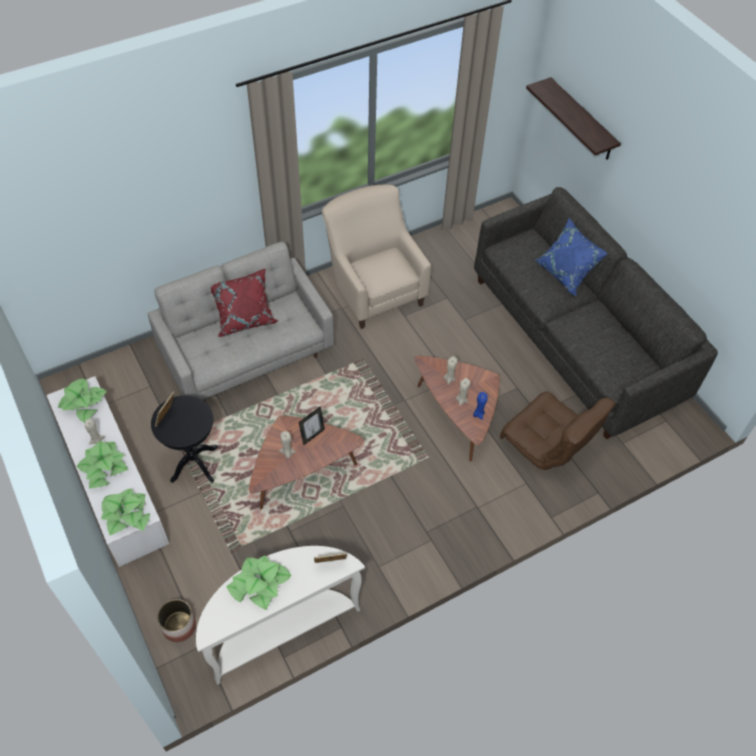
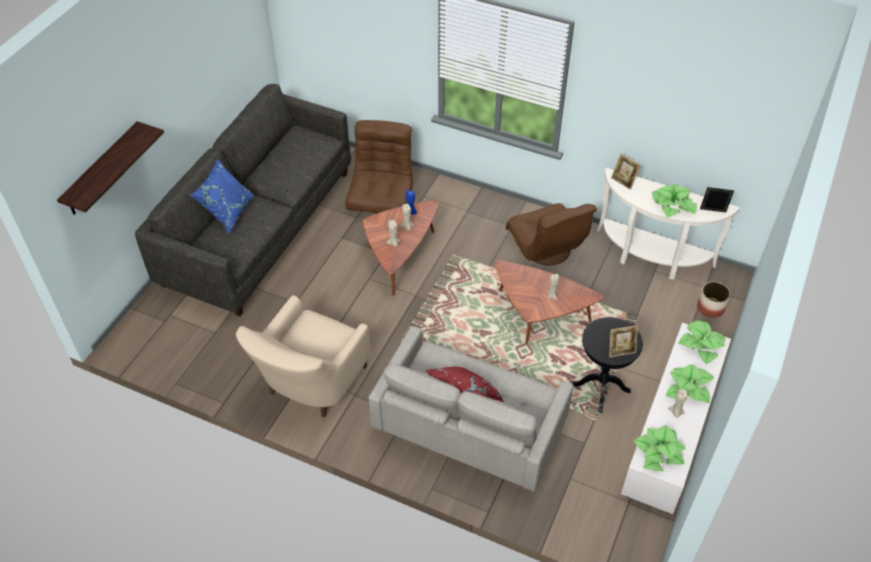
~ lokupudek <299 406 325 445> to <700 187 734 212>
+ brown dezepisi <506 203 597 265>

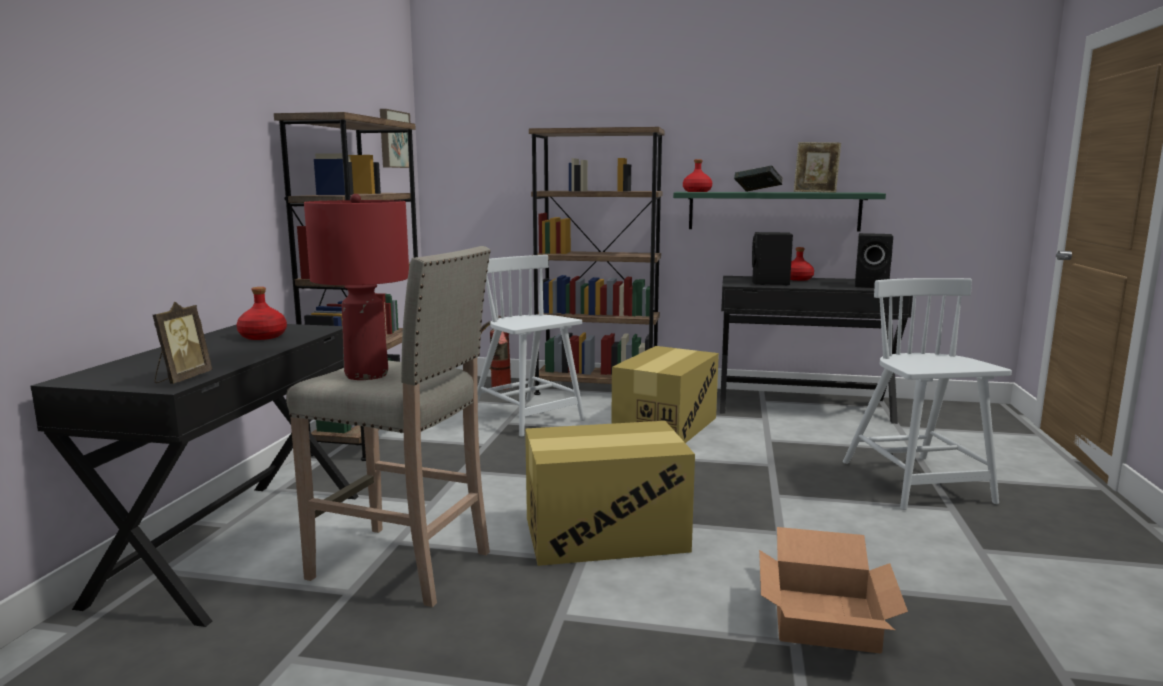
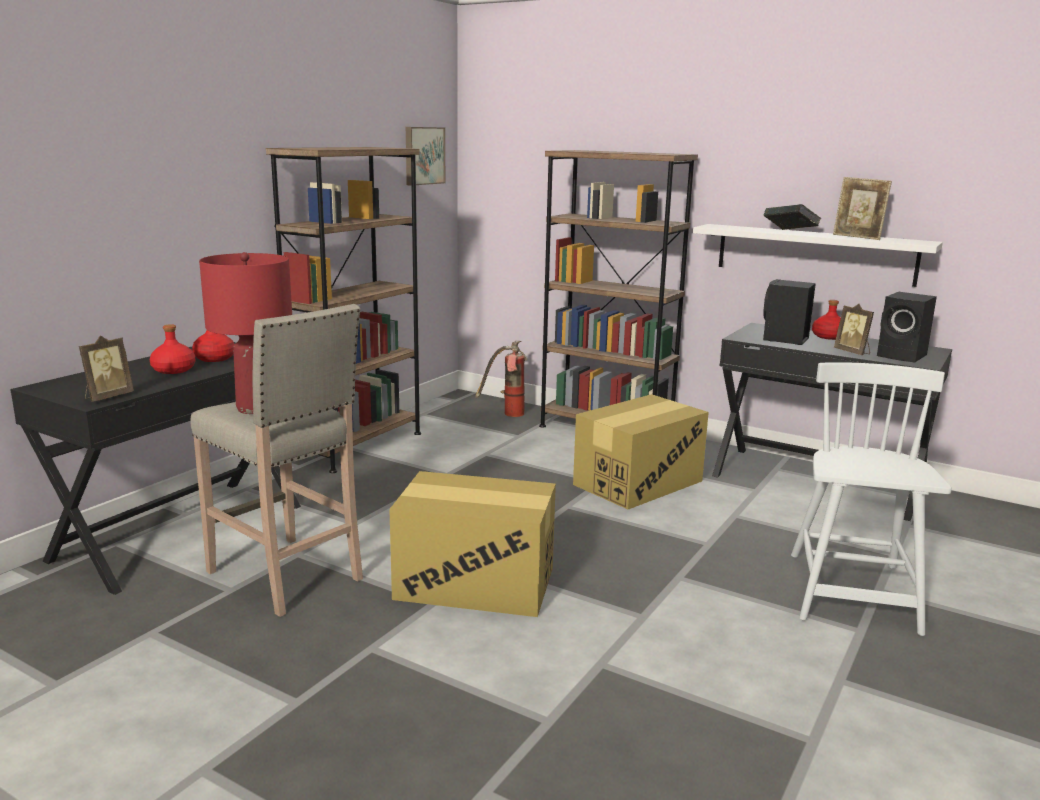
~ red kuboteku <683 159 712 192> to <150 324 195 374>
~ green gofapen <673 192 886 231> to white gofapen <693 224 943 287>
- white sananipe <478 255 585 437>
- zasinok <759 527 908 654>
+ lokupudek <834 304 874 355>

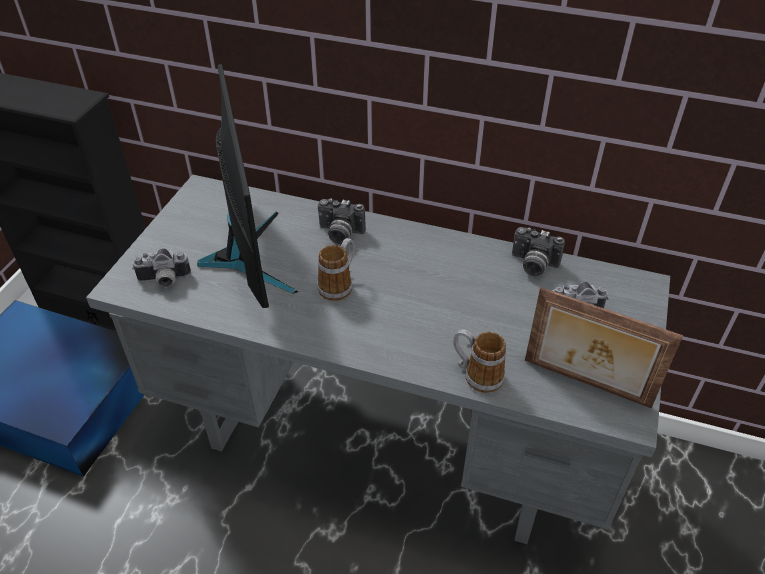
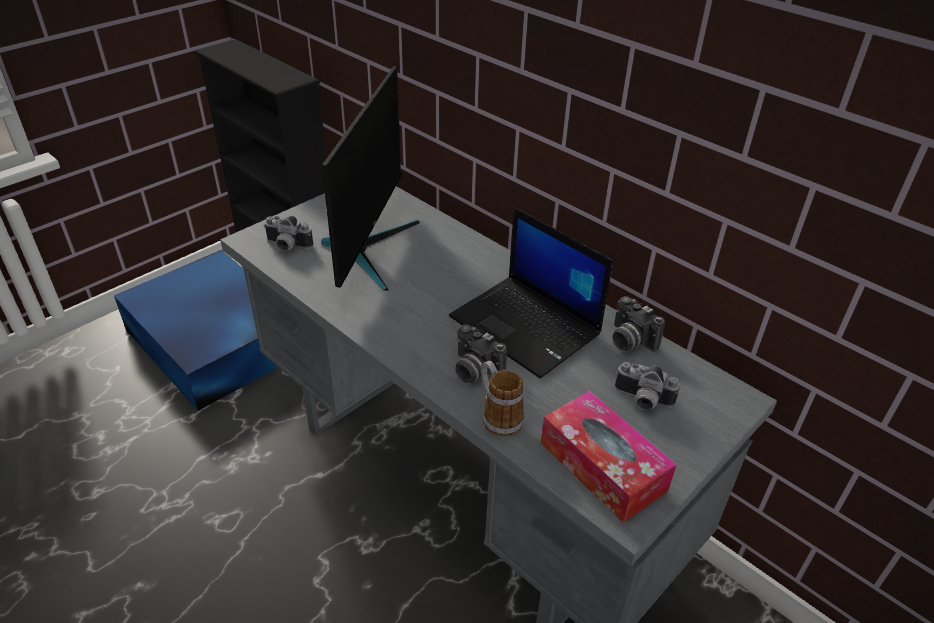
~ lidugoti <318 199 366 244> to <455 325 507 383>
- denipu <317 238 355 301>
~ lokupudek <525 287 683 408> to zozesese <541 391 677 523>
+ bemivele <449 207 613 378>

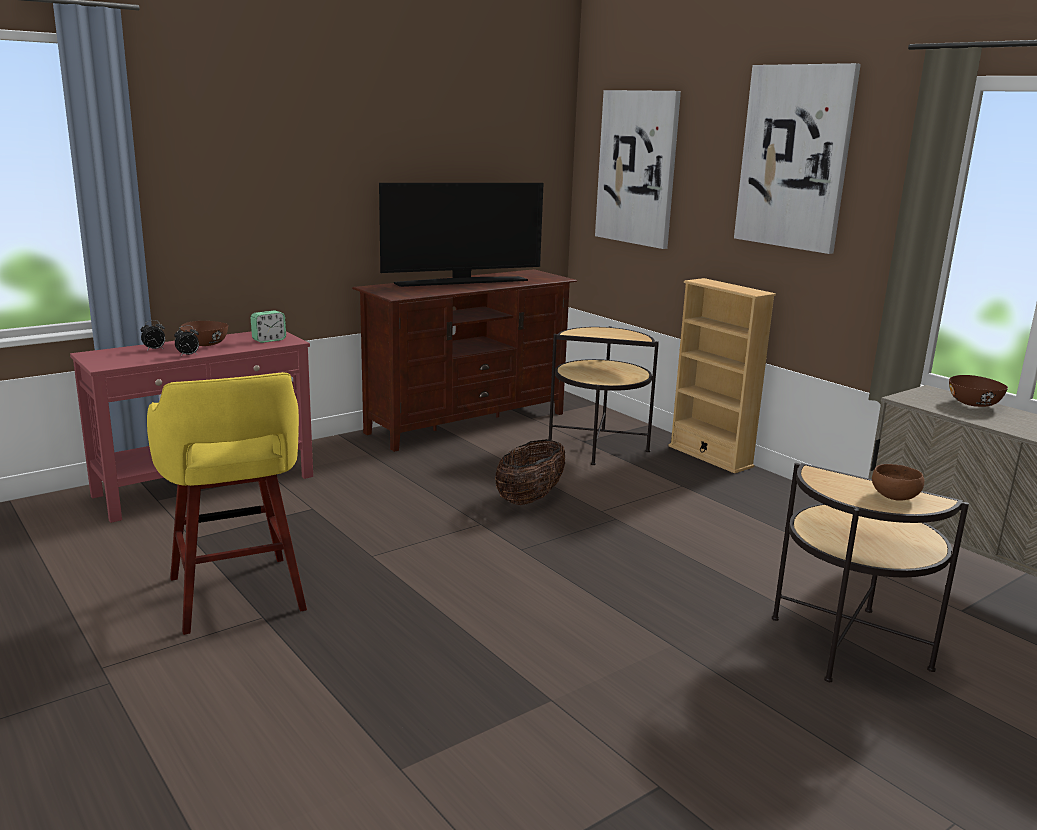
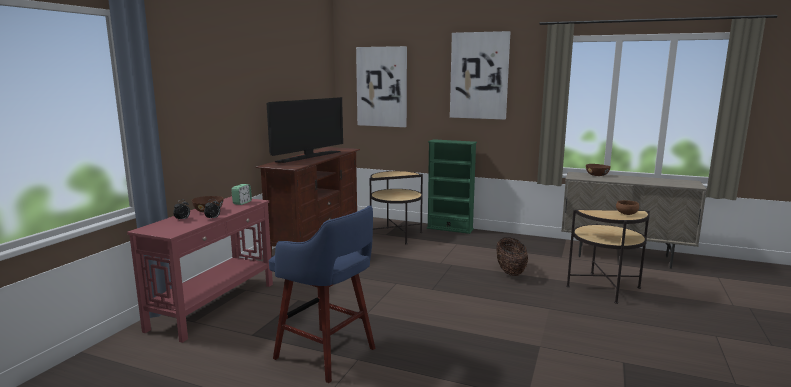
~ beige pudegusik <669 278 776 473> to green pudegusik <427 139 477 234>
~ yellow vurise <147 372 307 635> to blue vurise <269 206 375 383>
~ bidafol <495 439 565 505> to <496 237 528 276>

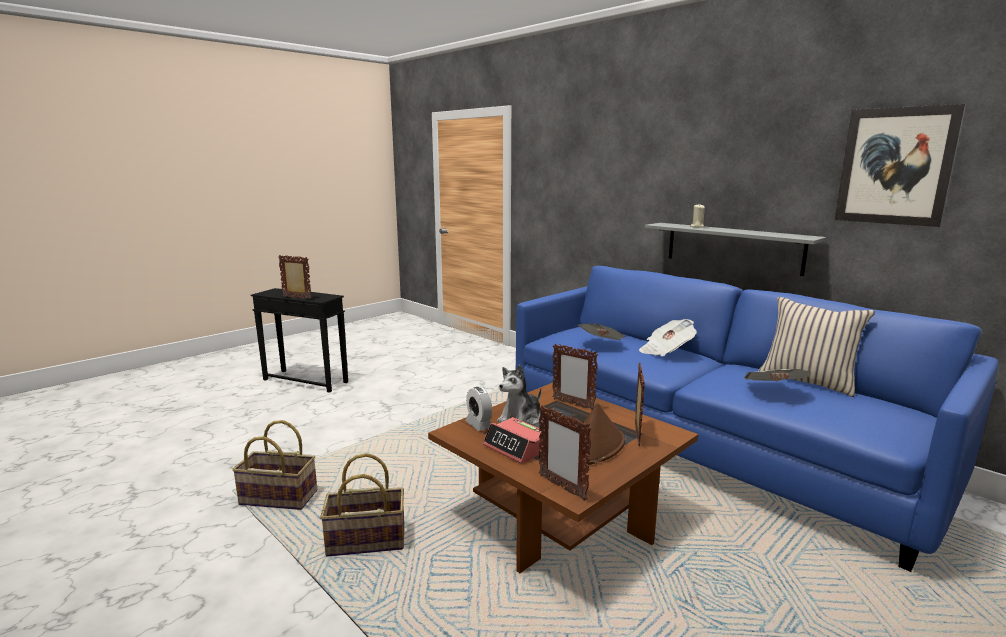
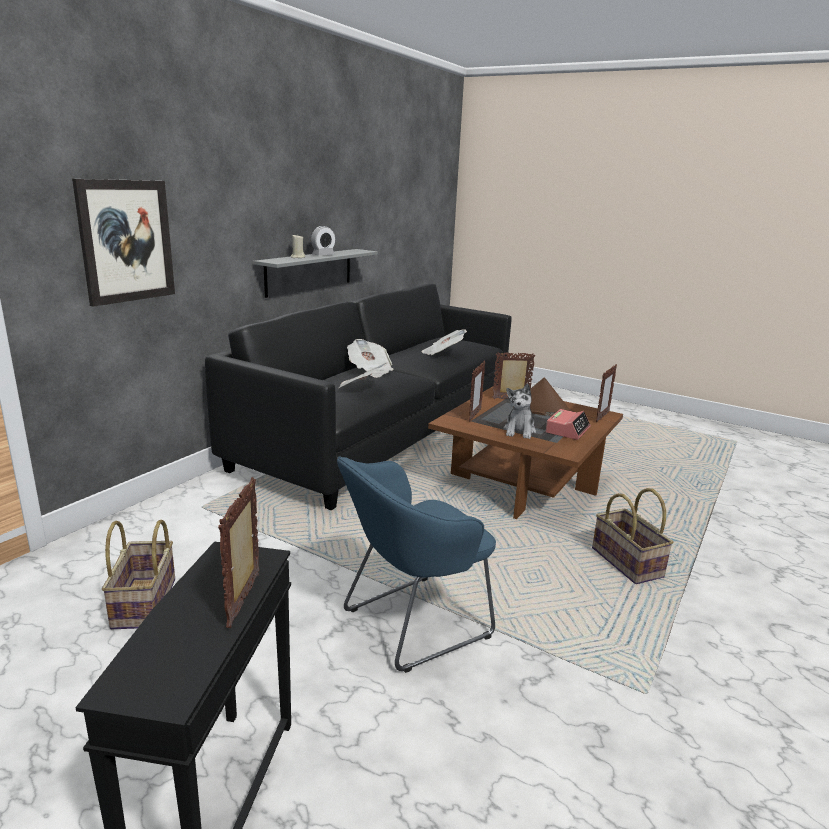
~ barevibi <835 104 966 227> to <72 179 175 307>
~ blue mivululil <515 266 999 572> to black mivululil <205 284 512 510>
- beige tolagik <758 297 875 397>
~ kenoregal <497 365 541 425> = <503 384 536 439> 75 degrees clockwise
~ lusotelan <465 387 492 431> to <311 226 335 256>
~ bidafol <232 420 317 510> to <102 520 175 629>
+ blue dezepisi <337 457 496 673>

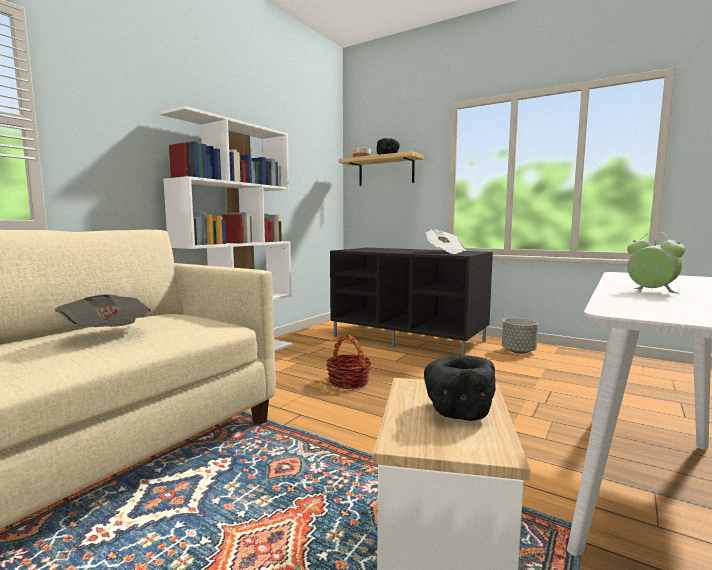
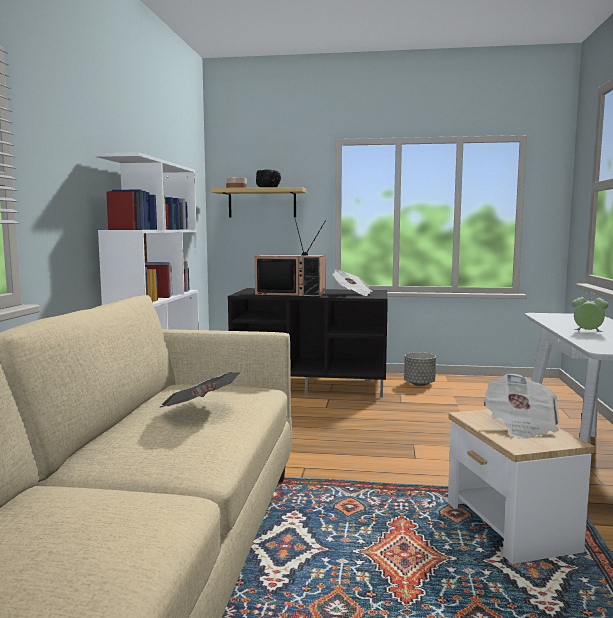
- bidafol <326 335 372 389>
~ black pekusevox <424 355 495 421> to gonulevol <484 374 559 439>
+ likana <255 216 326 297>

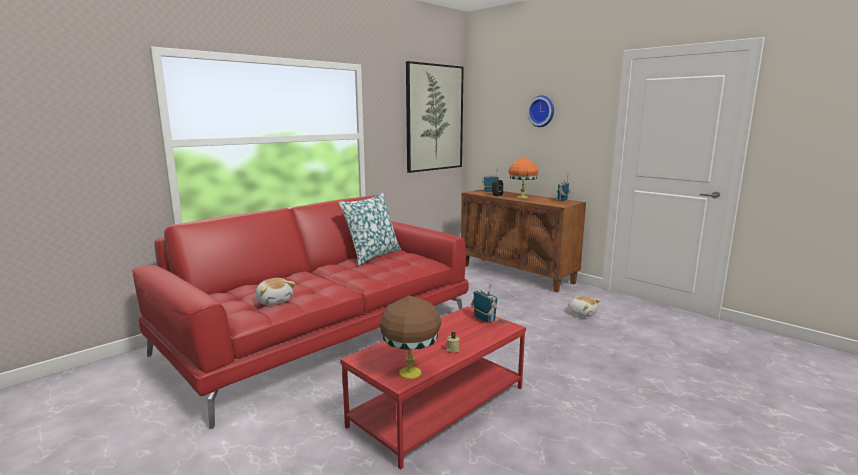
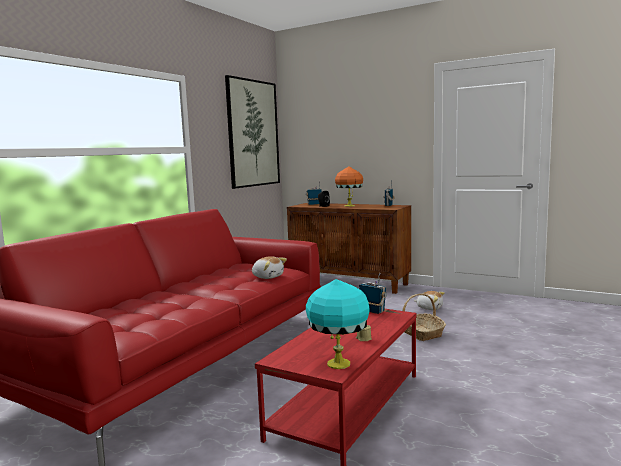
- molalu <527 95 554 127>
- tolagik <339 193 401 266>
~ kenoregal <256 278 295 305> to <252 256 287 279>
~ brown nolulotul <380 295 441 379> to turquoise nolulotul <306 279 369 369>
+ bidafol <402 293 446 341>

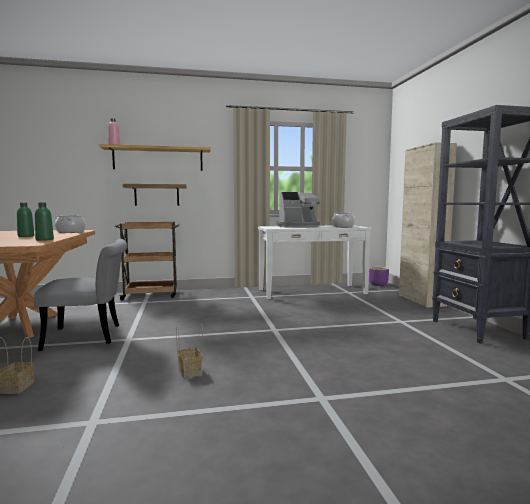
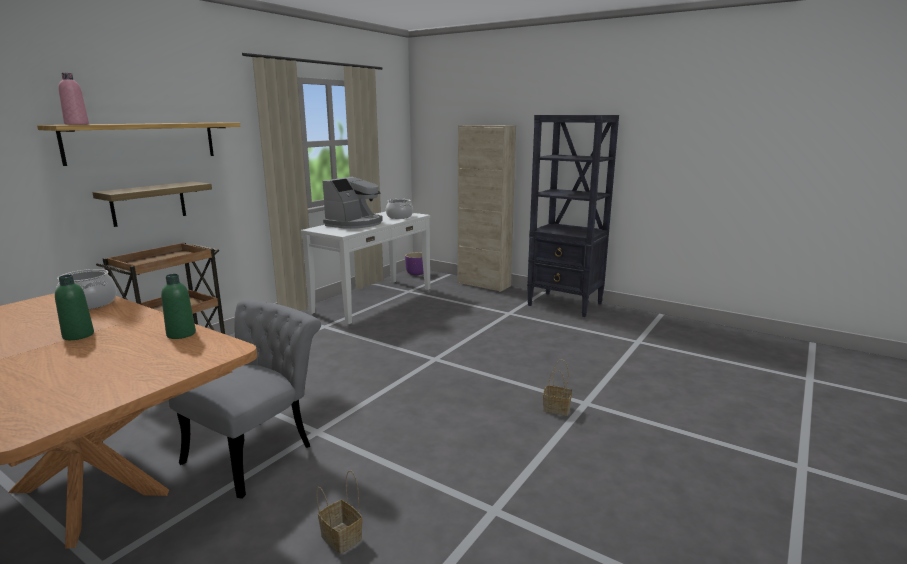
~ bidafol <176 324 203 378> to <543 360 572 416>

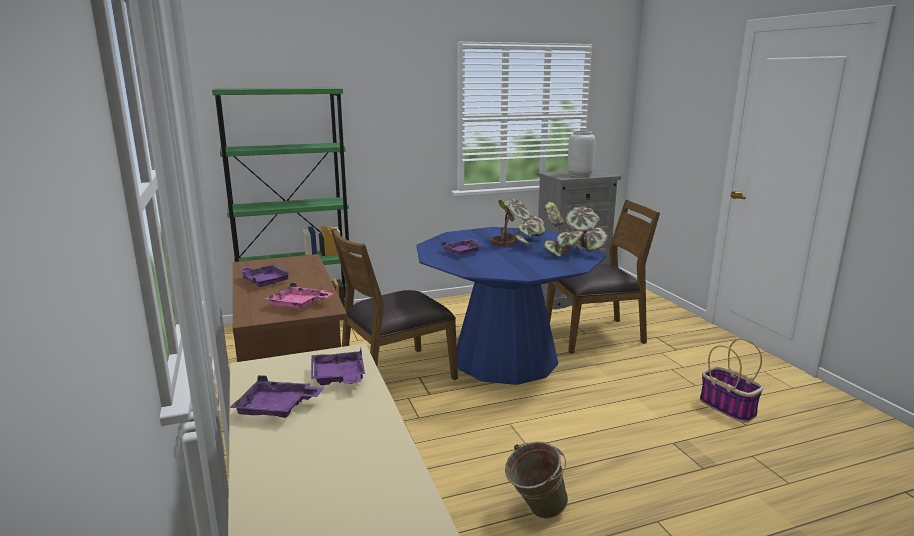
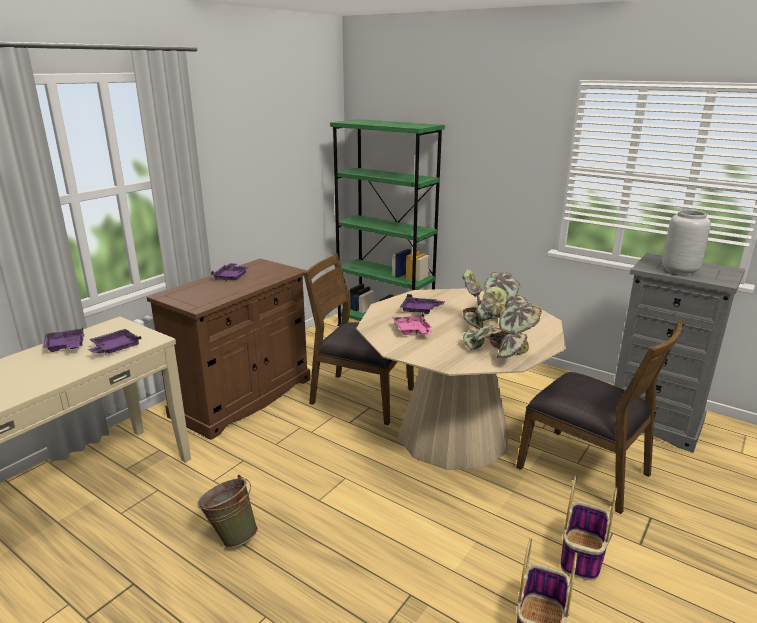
~ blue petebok <416 227 607 385> to beige petebok <356 288 566 470>
~ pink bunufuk <264 282 333 309> to <392 312 432 335>
+ bidafol <560 476 617 580>

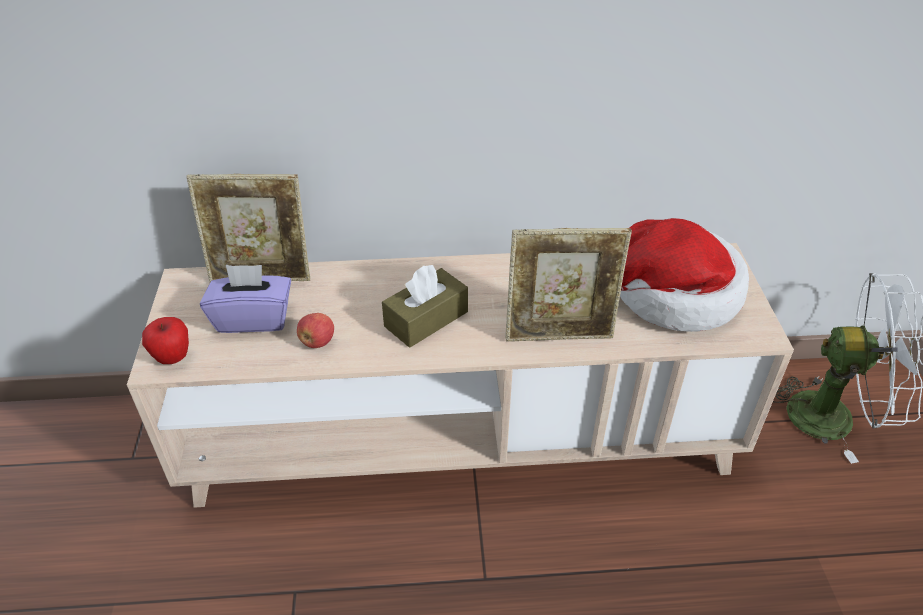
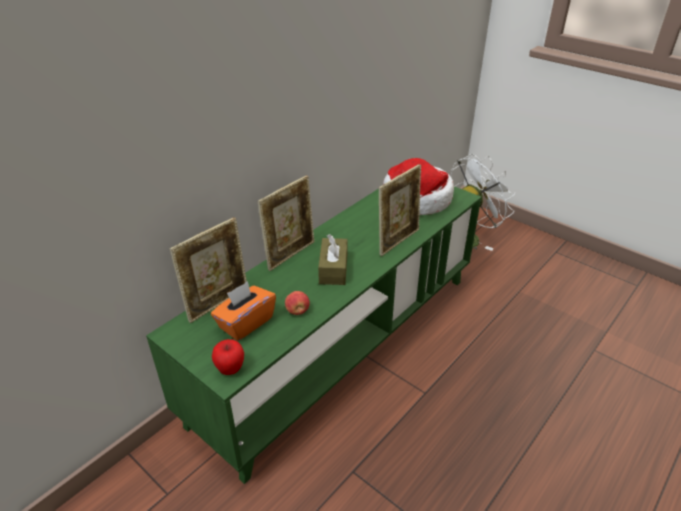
~ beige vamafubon <127 243 794 508> to green vamafubon <146 186 481 484>
~ purple zozesese <200 265 291 333> to orange zozesese <211 281 276 341>
+ lokupudek <258 175 314 271>

